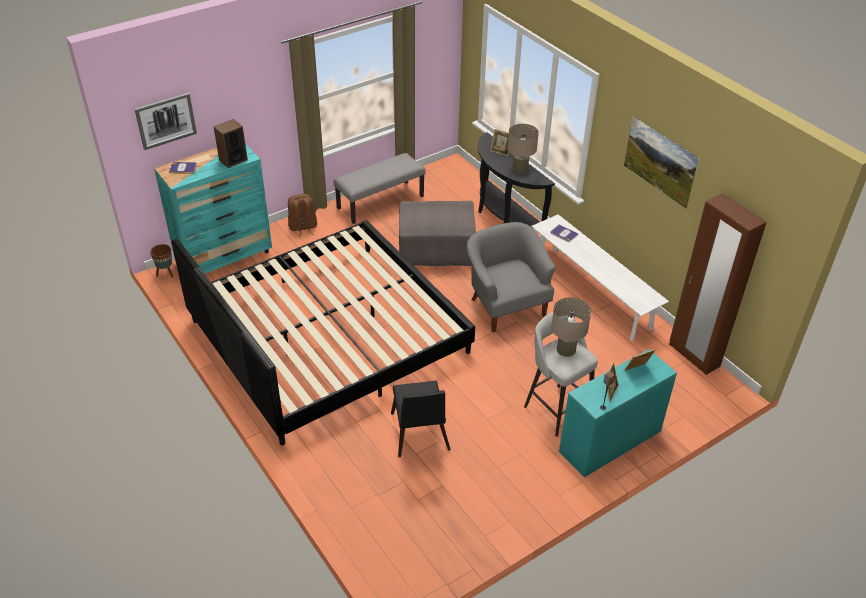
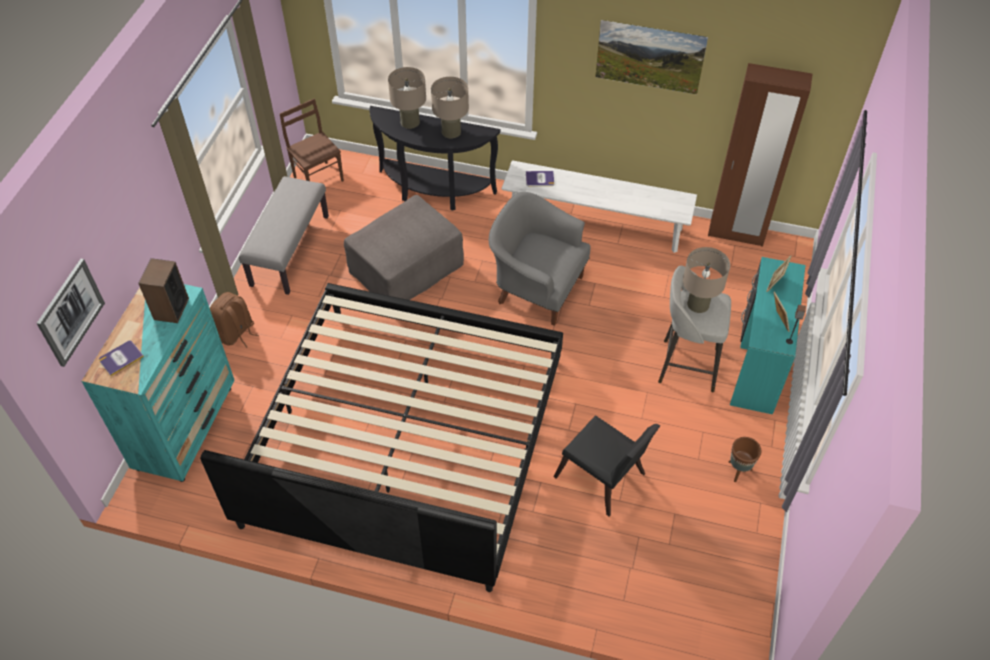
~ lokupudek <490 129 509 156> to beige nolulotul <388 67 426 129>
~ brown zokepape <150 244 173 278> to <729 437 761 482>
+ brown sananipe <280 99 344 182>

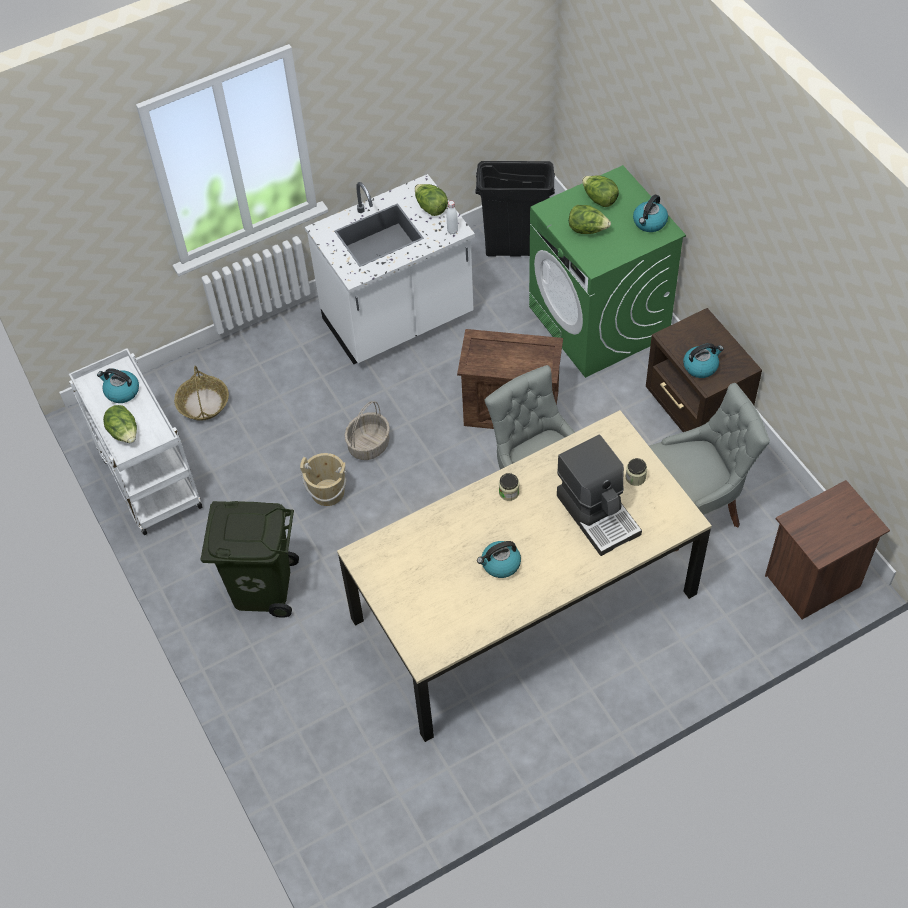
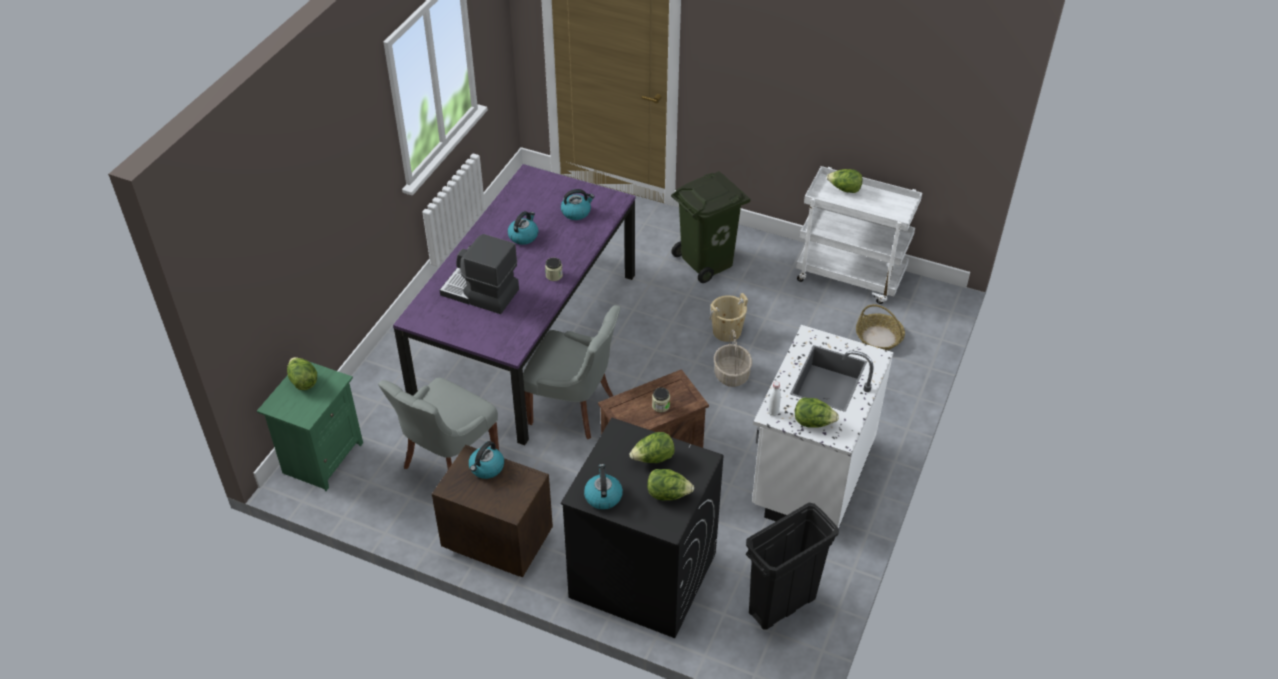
~ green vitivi <529 165 686 378> to black vitivi <561 418 724 638>
~ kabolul <97 368 139 403> to <561 189 595 220>
~ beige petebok <337 410 712 742> to purple petebok <393 164 636 445>
~ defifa <626 458 647 486> to <652 387 670 412>
~ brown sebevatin <765 480 890 619> to green sebevatin <257 362 363 491>
+ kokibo <287 357 317 390>

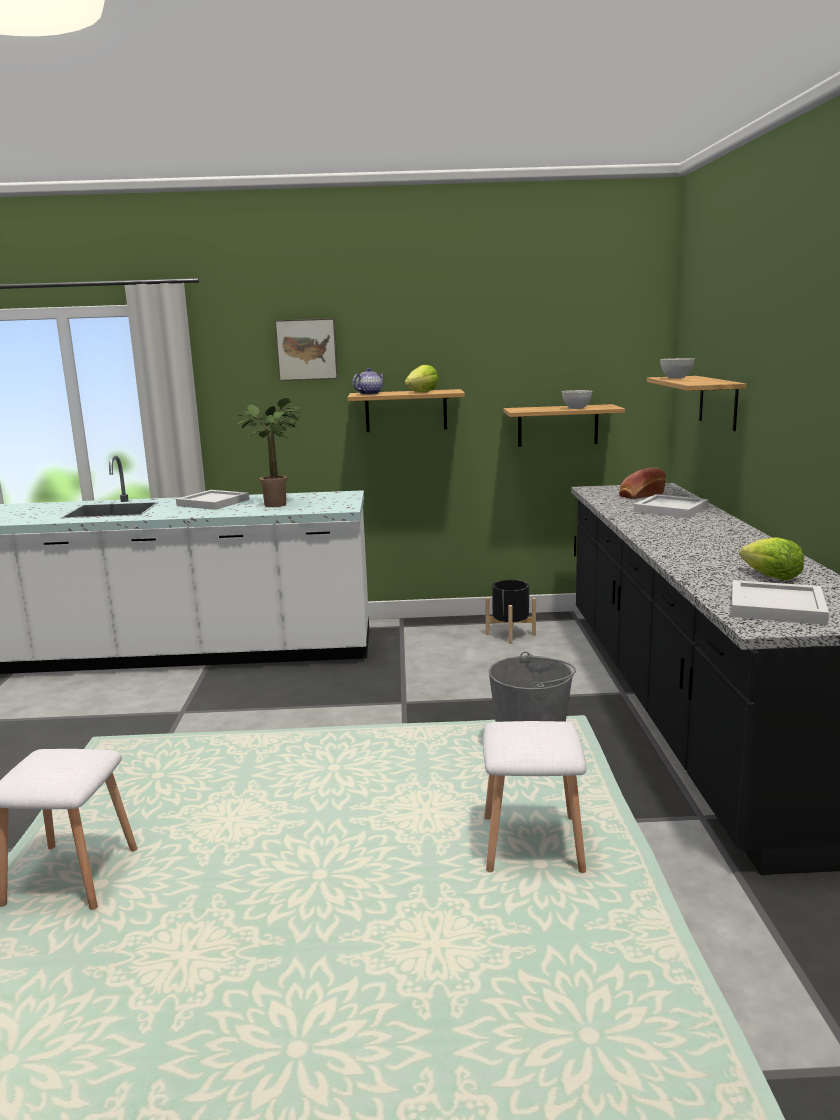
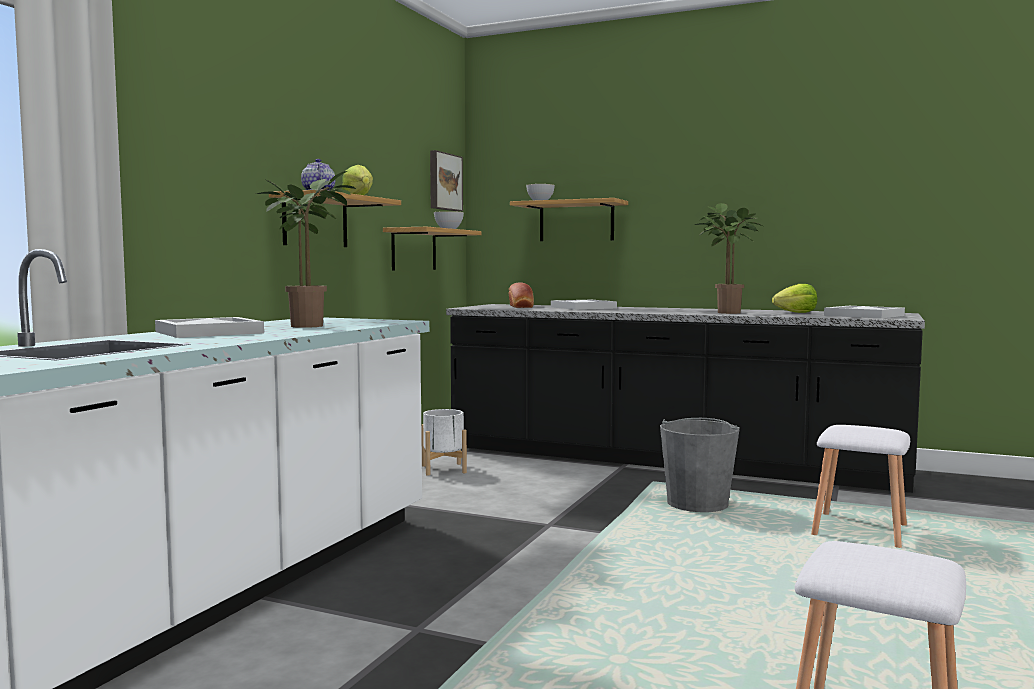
~ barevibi <275 318 338 381> to <430 150 463 211>
~ black zokepape <485 580 536 644> to white zokepape <421 409 467 475>
+ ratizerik <695 203 763 314>

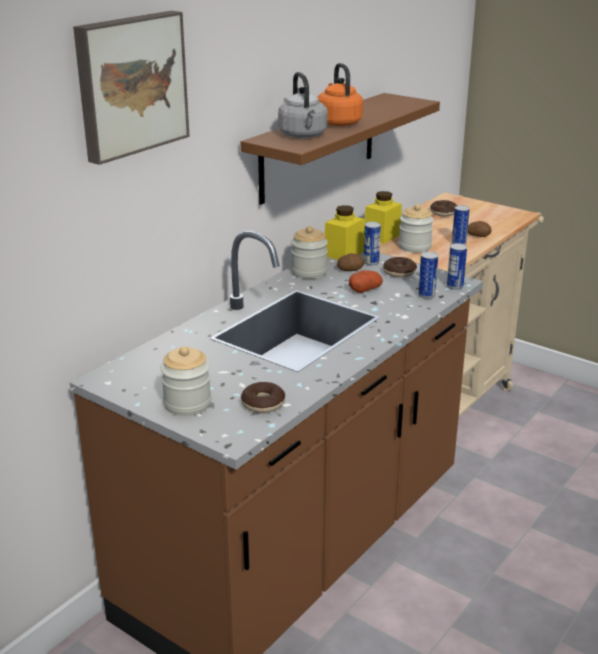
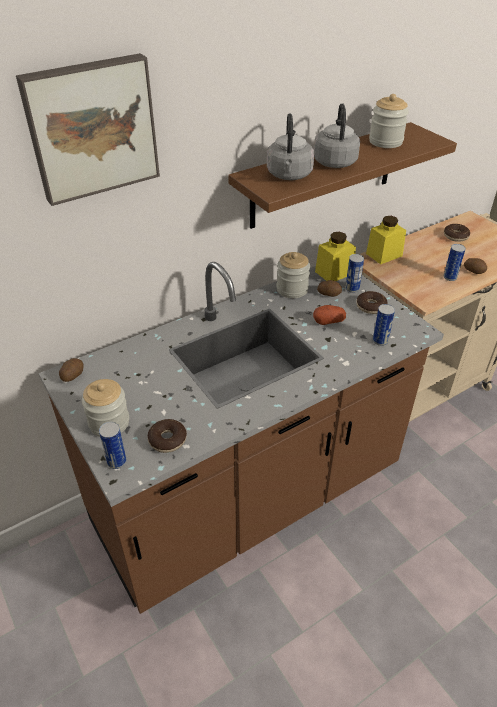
~ orange kabolul <317 63 363 126> to grey kabolul <314 103 360 168>
~ defifa <399 204 434 253> to <369 94 409 148>
~ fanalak <447 243 467 290> to <99 422 127 469>
+ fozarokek <59 358 84 382>

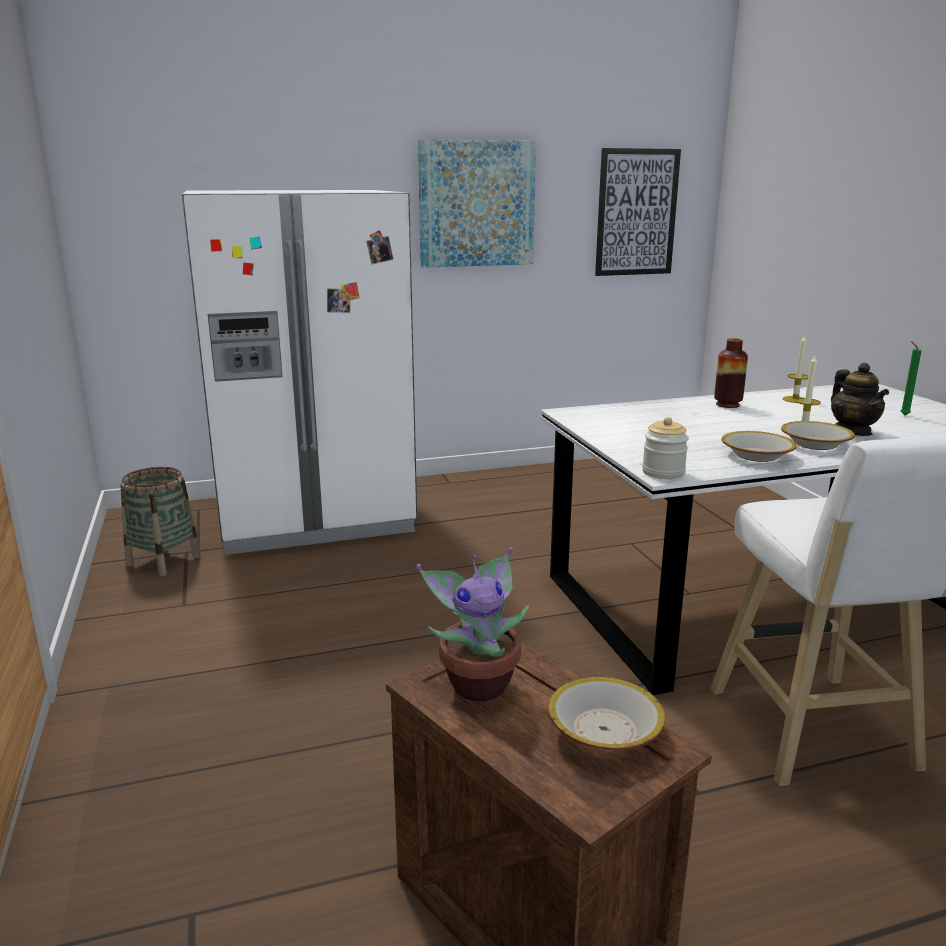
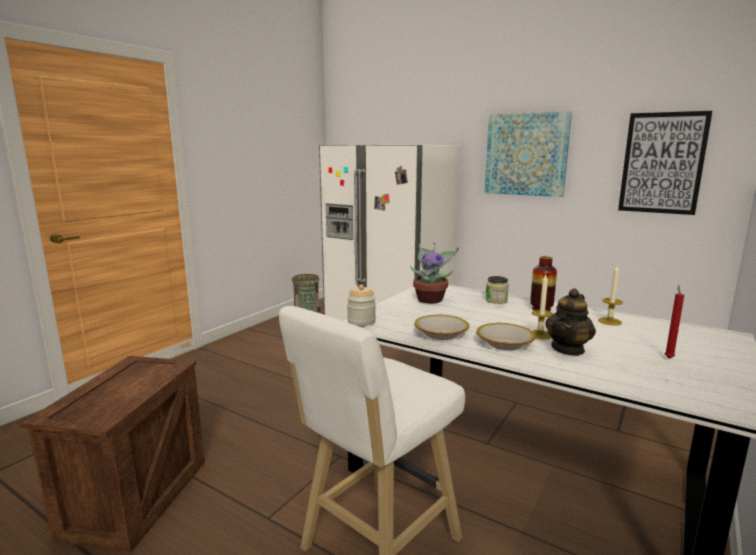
~ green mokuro <901 341 922 415> to red mokuro <665 285 684 358>
~ ratizerik <416 547 529 701> to <410 243 459 304>
- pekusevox <548 677 665 751>
+ defifa <486 276 509 304>

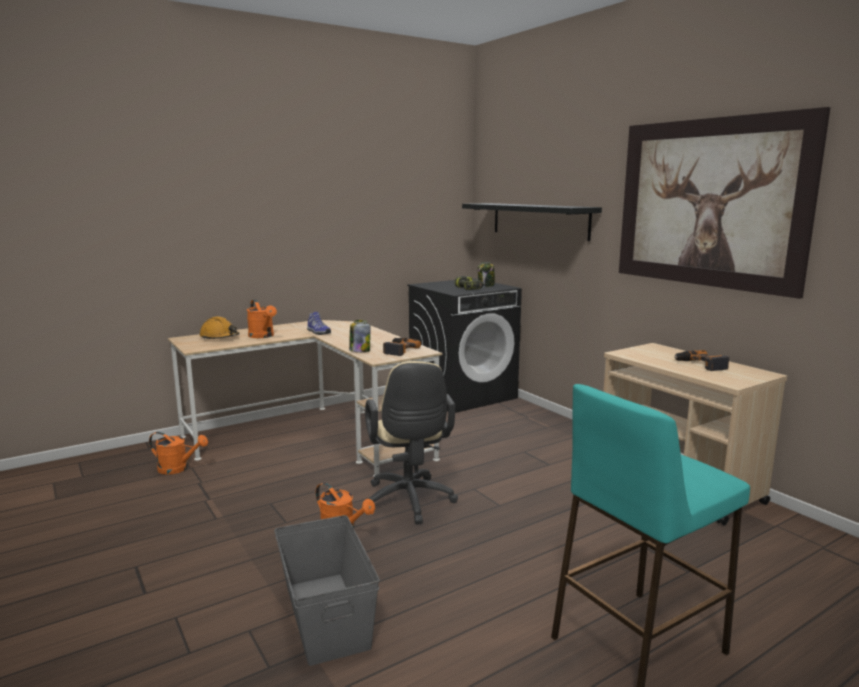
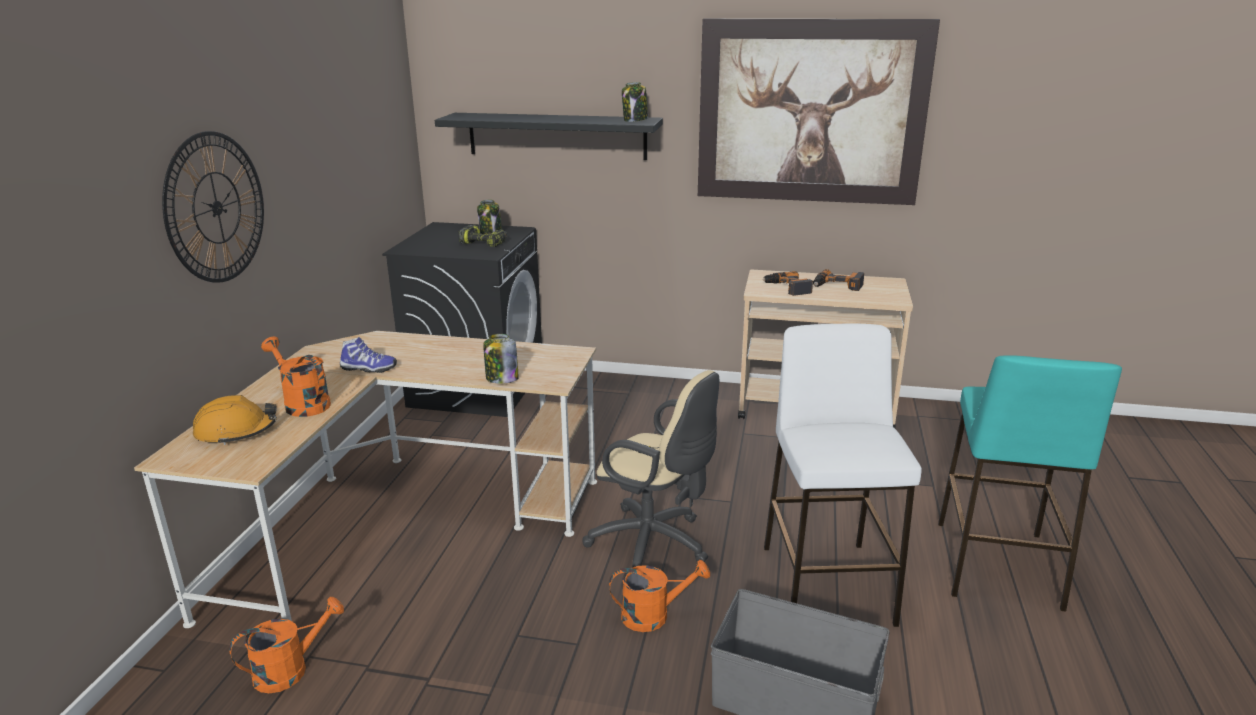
~ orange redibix <247 300 277 338> = <261 337 331 417> 150 degrees counterclockwise
~ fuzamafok <383 338 421 356> to <762 271 813 296>
+ defifa <622 82 648 122>
+ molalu <162 131 264 283>
+ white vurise <764 324 922 627>

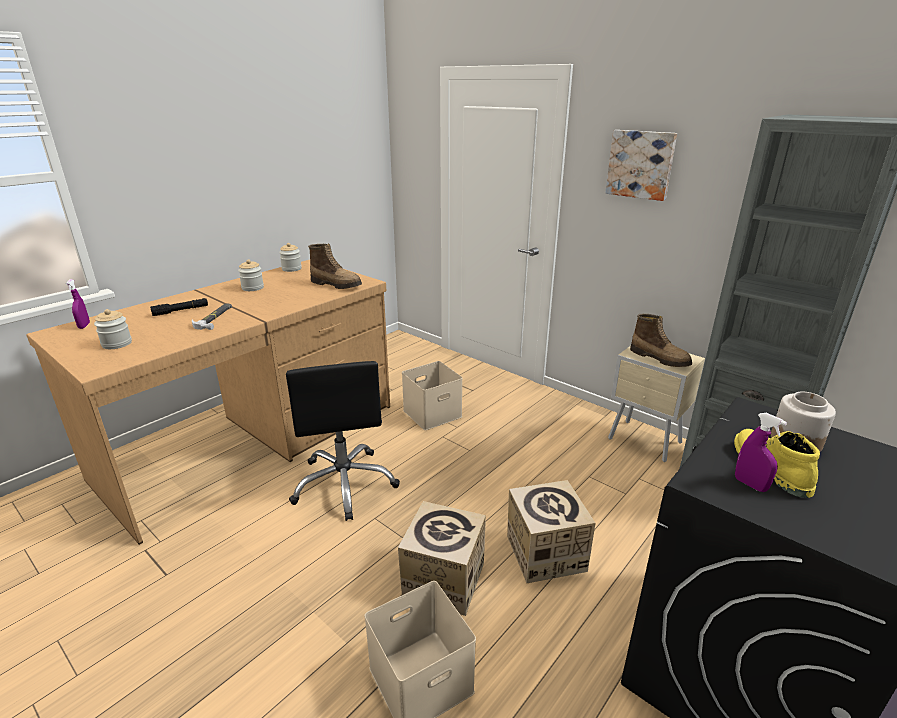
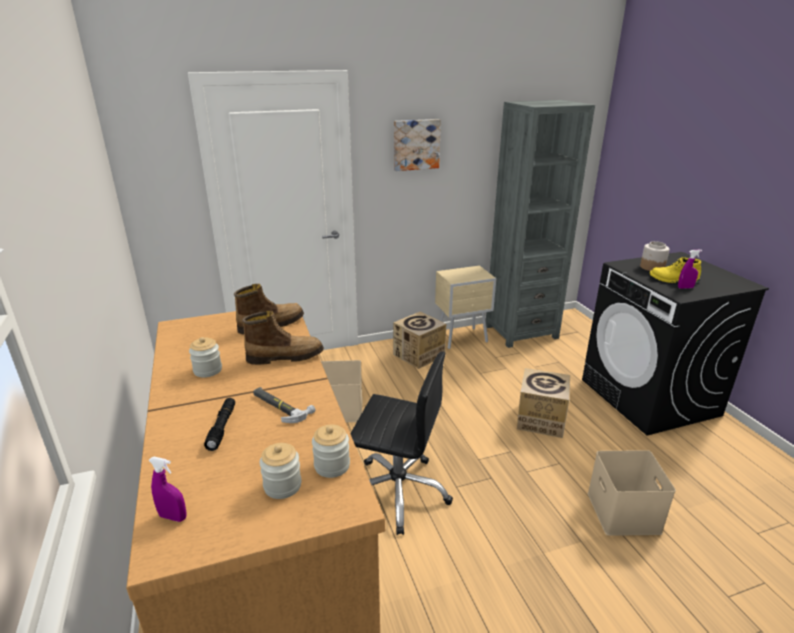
~ defifa <279 243 302 272> to <312 425 350 478>
~ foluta <630 314 692 367> to <242 311 324 365>
~ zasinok <398 501 486 616> to <393 312 446 369>

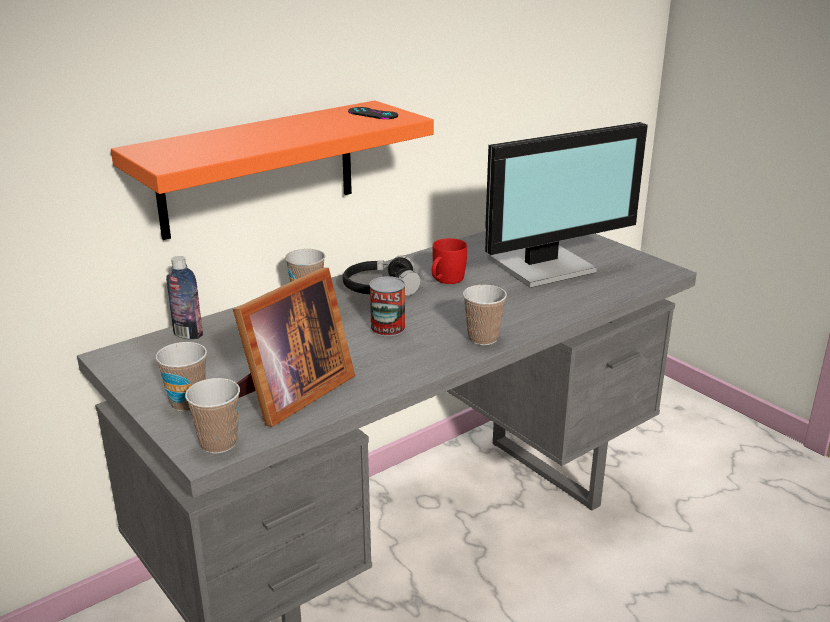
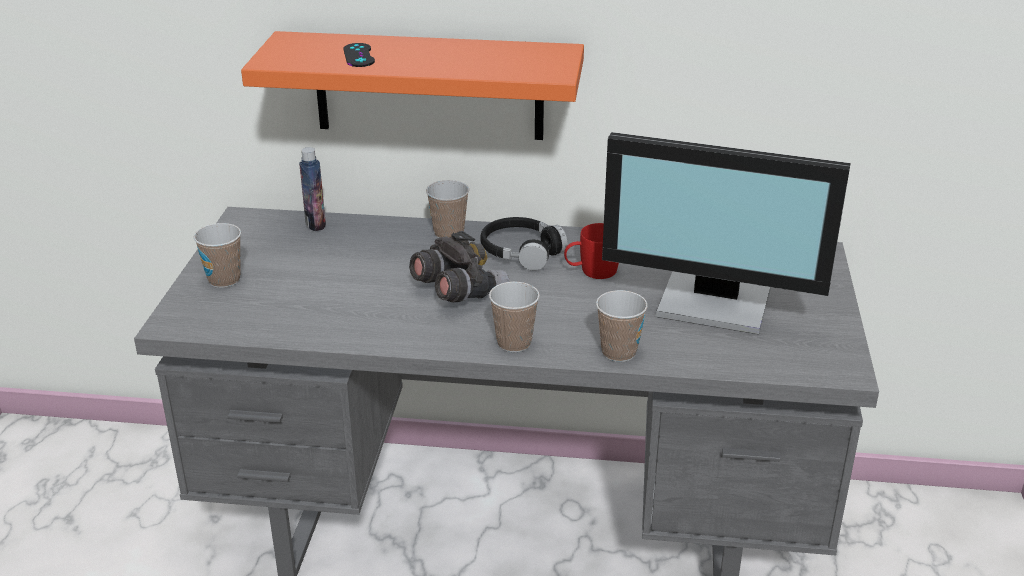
~ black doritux <348 107 398 119> to <343 43 375 67>
- lokupudek <233 268 355 427>
~ fanalak <369 276 406 336> to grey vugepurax <409 231 509 303>
~ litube <185 378 240 454> to <596 290 648 362>

